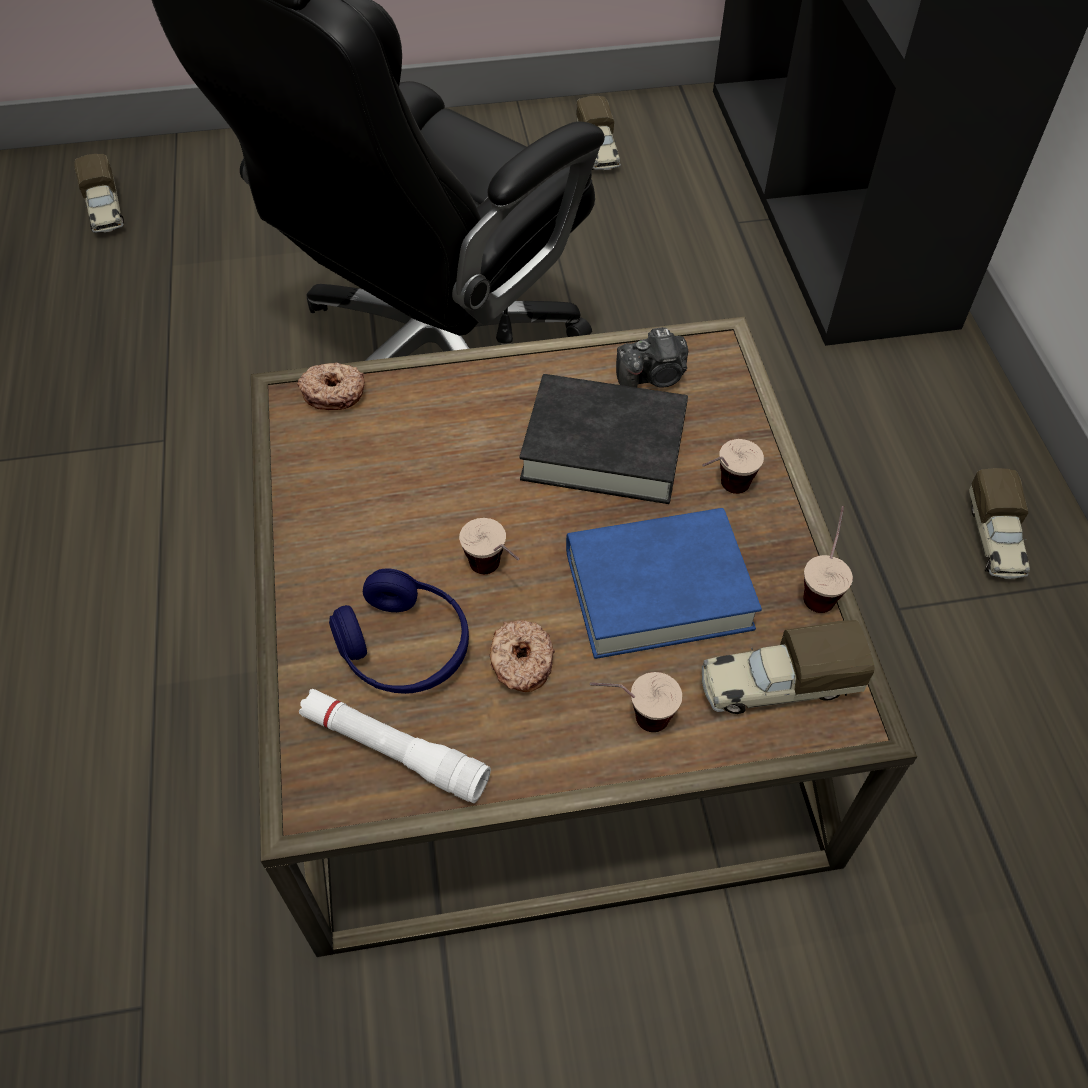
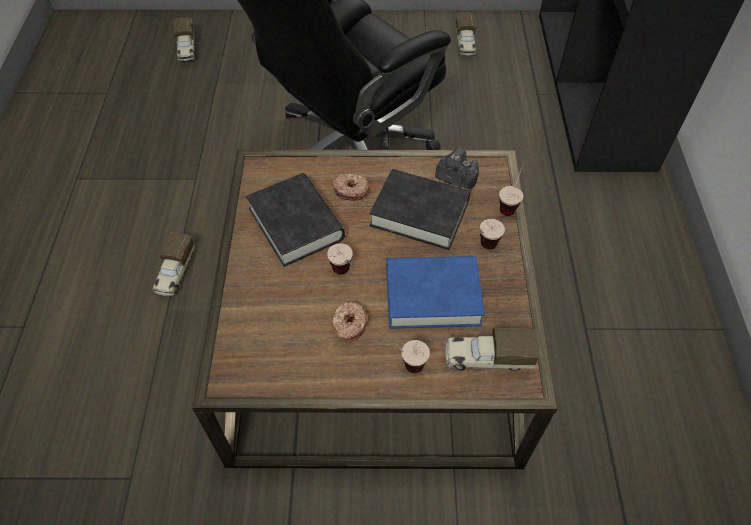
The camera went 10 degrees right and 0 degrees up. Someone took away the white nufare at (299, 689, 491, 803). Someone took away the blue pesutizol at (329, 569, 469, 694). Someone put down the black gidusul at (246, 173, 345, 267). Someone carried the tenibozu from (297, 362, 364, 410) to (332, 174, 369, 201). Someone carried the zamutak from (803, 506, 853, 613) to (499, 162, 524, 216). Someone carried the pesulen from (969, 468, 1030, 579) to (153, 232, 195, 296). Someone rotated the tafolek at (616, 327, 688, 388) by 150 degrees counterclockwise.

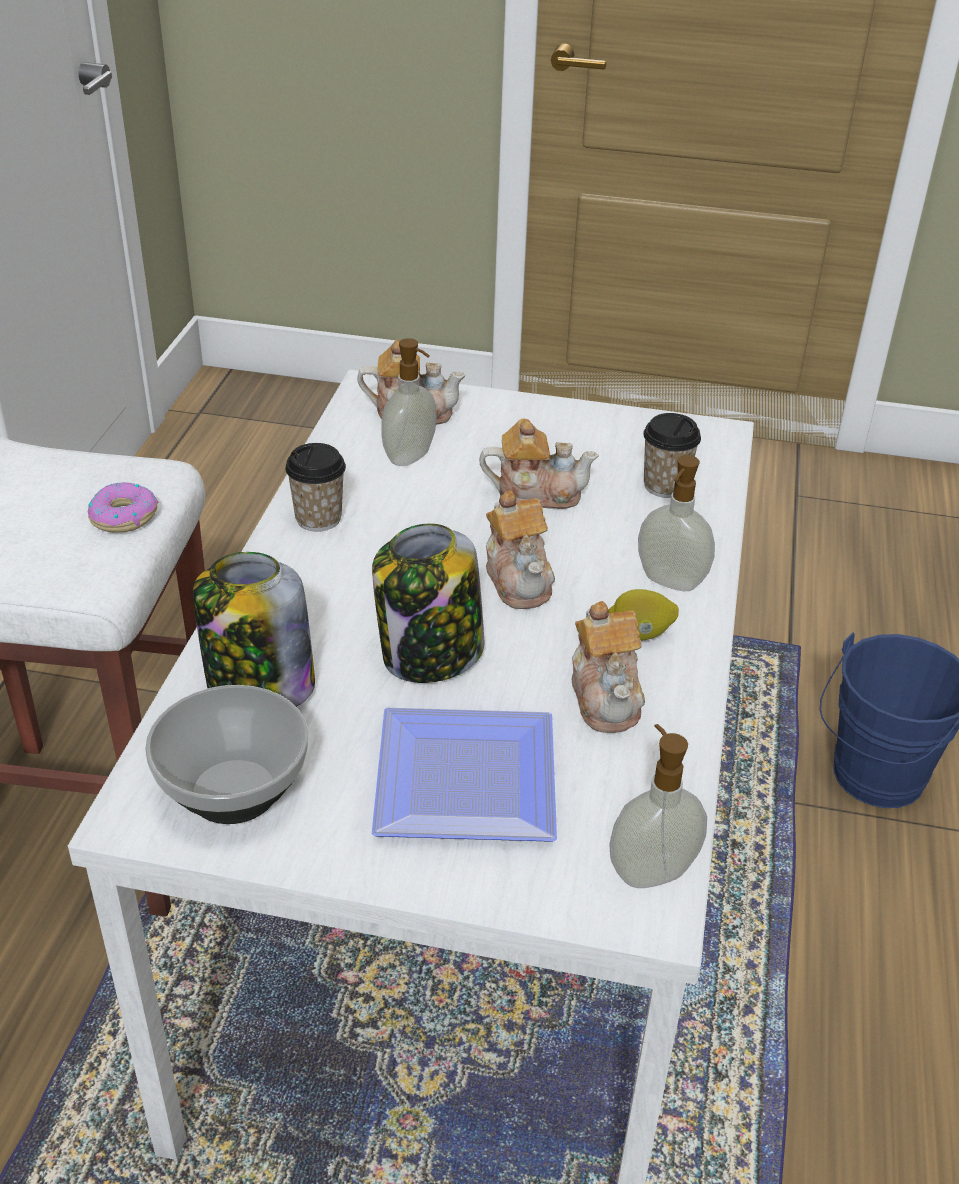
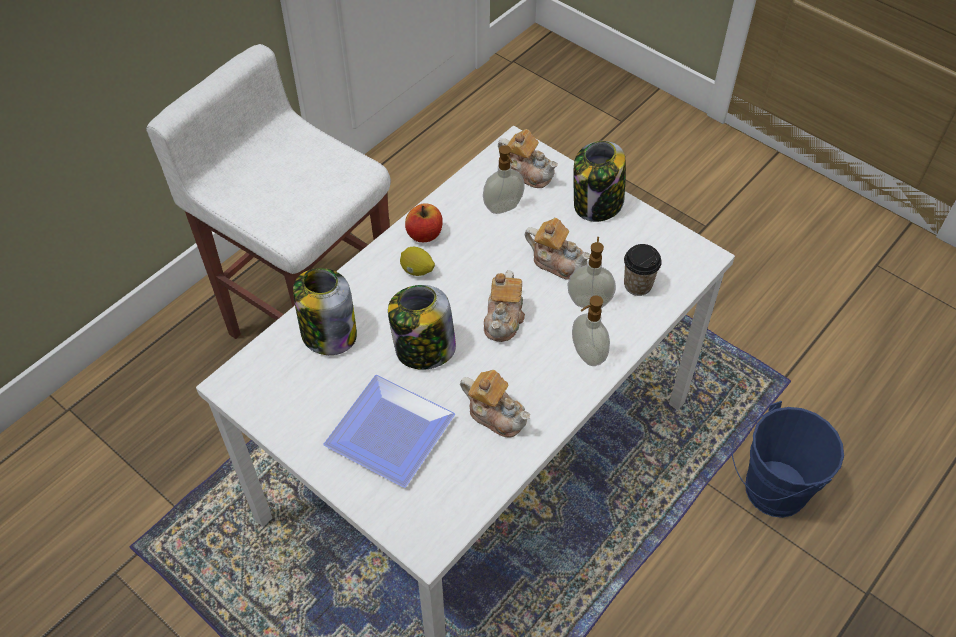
The camera went 30 degrees right and 15 degrees up. Someone took away the tenibozu at (88, 482, 158, 533). Someone took away the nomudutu at (145, 685, 308, 824). Someone put down the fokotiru at (574, 141, 626, 222). Someone carried the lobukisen from (609, 589, 679, 641) to (400, 247, 435, 276). Someone carried the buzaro from (609, 724, 707, 888) to (567, 237, 616, 309). Someone swapped the zamutak at (285, 443, 346, 532) for the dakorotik at (405, 203, 443, 242). Someone rotated the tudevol at (572, 601, 645, 733) by 75 degrees counterclockwise.

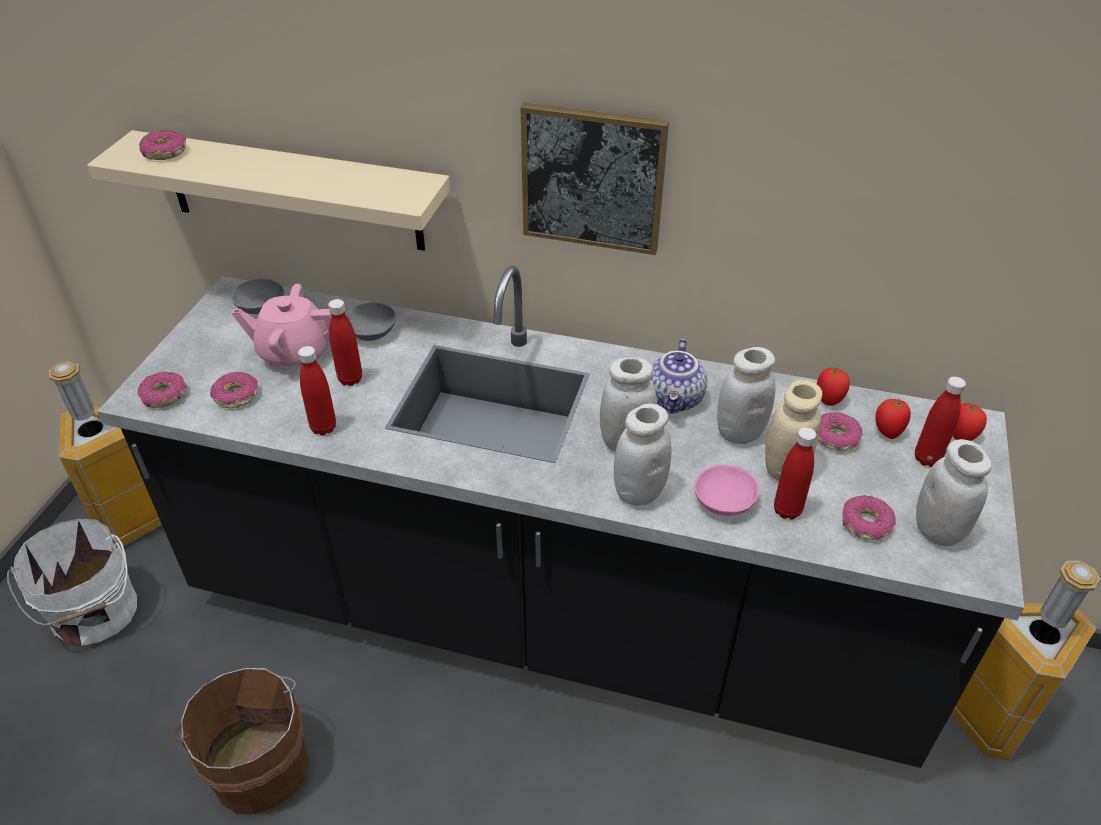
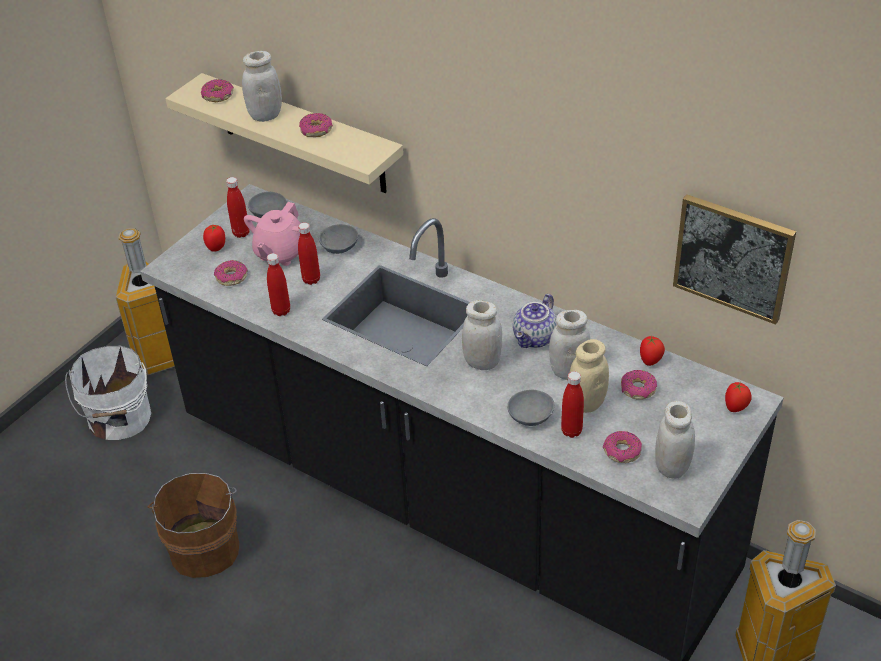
The camera went 20 degrees right and 0 degrees up. Someone carried the tenibozu from (138, 372, 186, 408) to (299, 113, 333, 137). Someone carried the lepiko from (520, 103, 669, 255) to (673, 194, 796, 325). Someone carried the white fokotiru from (614, 403, 672, 506) to (242, 51, 282, 122). Someone carried the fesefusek from (875, 399, 911, 439) to (203, 225, 225, 252). Someone carried the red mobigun from (915, 376, 966, 467) to (226, 177, 250, 238). Someone repainted the pink nomudutu at (694, 465, 759, 516), which became the grey nomudutu at (507, 390, 554, 426). Someone rotated the pink tudevol at (232, 284, 331, 367) by 90 degrees counterclockwise.

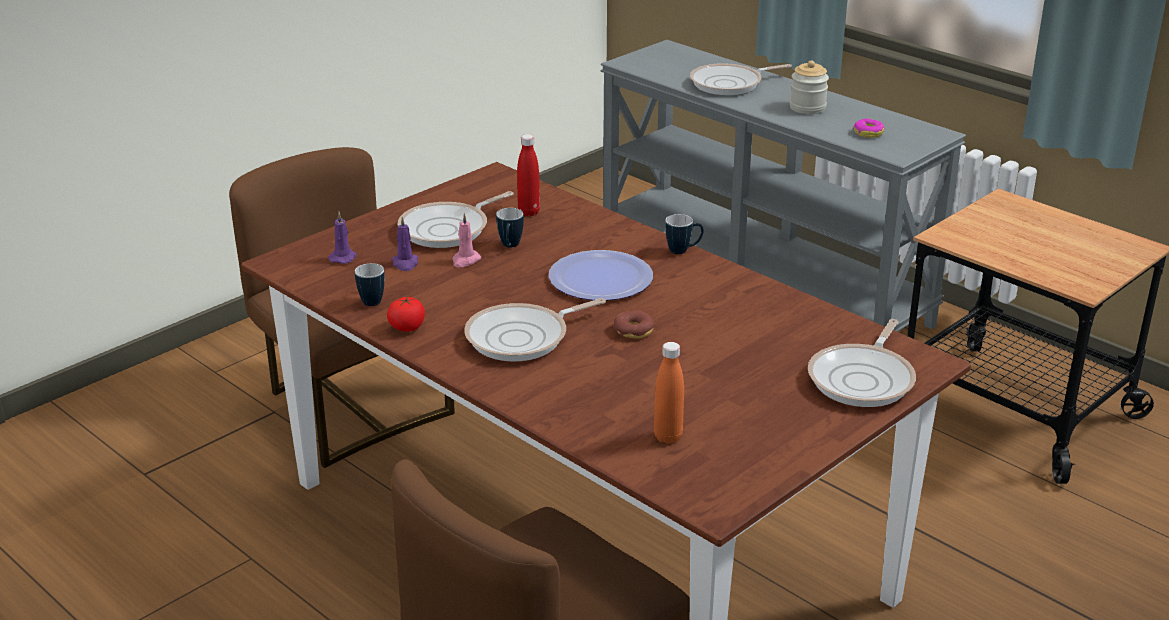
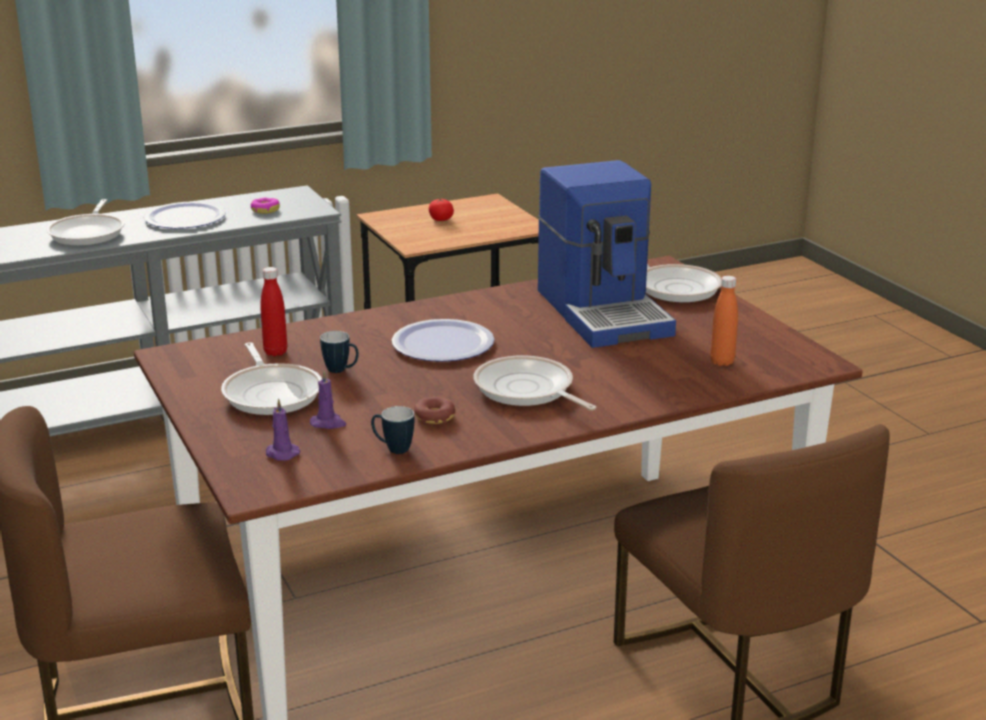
The camera went 70 degrees left and 5 degrees down. Someone took away the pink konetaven at (452, 213, 481, 267). Someone took away the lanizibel at (665, 214, 704, 254). Someone put down the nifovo at (538, 160, 676, 348). Someone carried the fesefusek from (387, 297, 425, 332) to (429, 199, 454, 221). Someone carried the tenibozu from (614, 311, 655, 339) to (414, 397, 456, 424). Someone swapped the fokotiru at (790, 60, 829, 114) for the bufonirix at (143, 202, 226, 229). Someone rotated the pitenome at (464, 298, 606, 361) by 150 degrees clockwise.

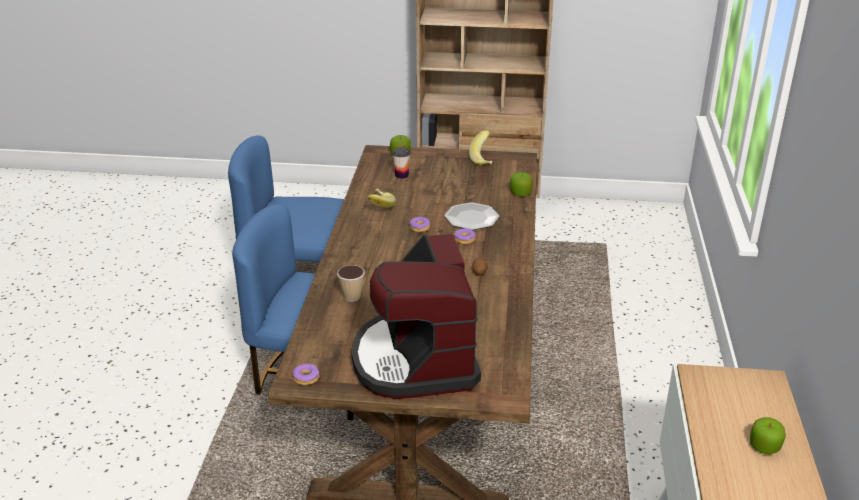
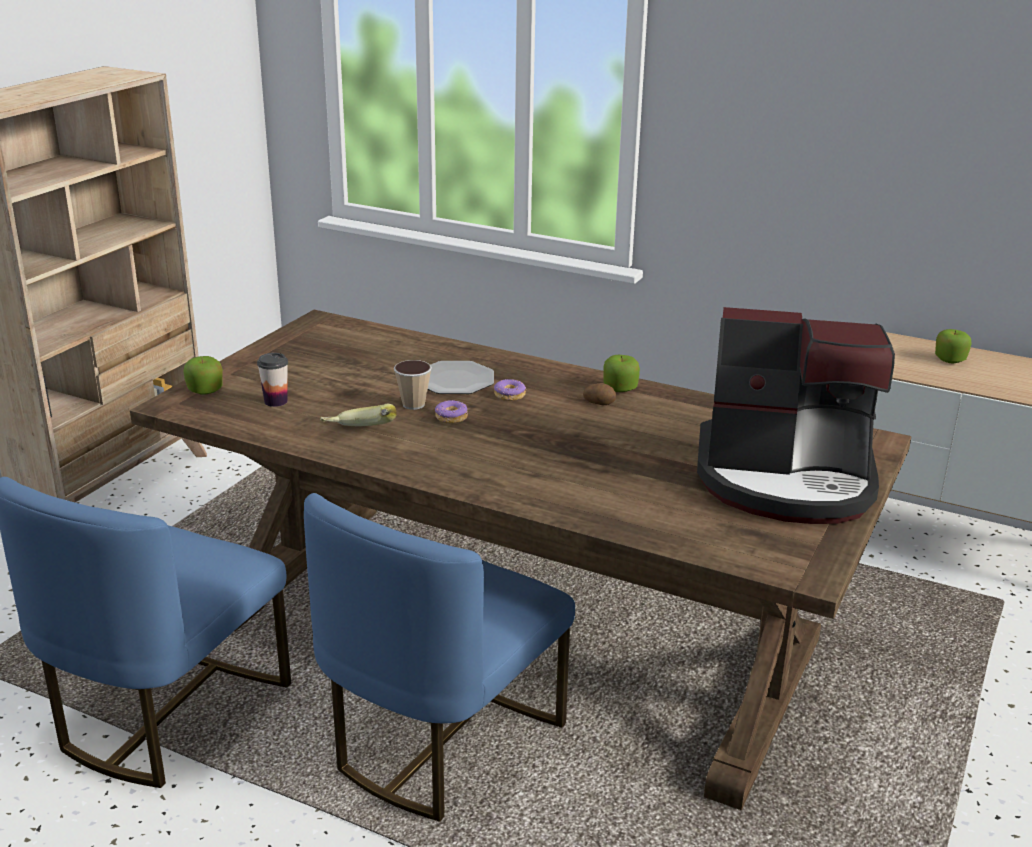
The camera went 70 degrees left and 5 degrees down. Someone took away the tenibozu at (293, 363, 319, 385). Someone took away the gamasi at (469, 130, 492, 166). Someone carried the zamutak from (337, 265, 365, 302) to (394, 360, 432, 410). Someone carried the dakorotik from (510, 172, 533, 196) to (603, 355, 640, 392).

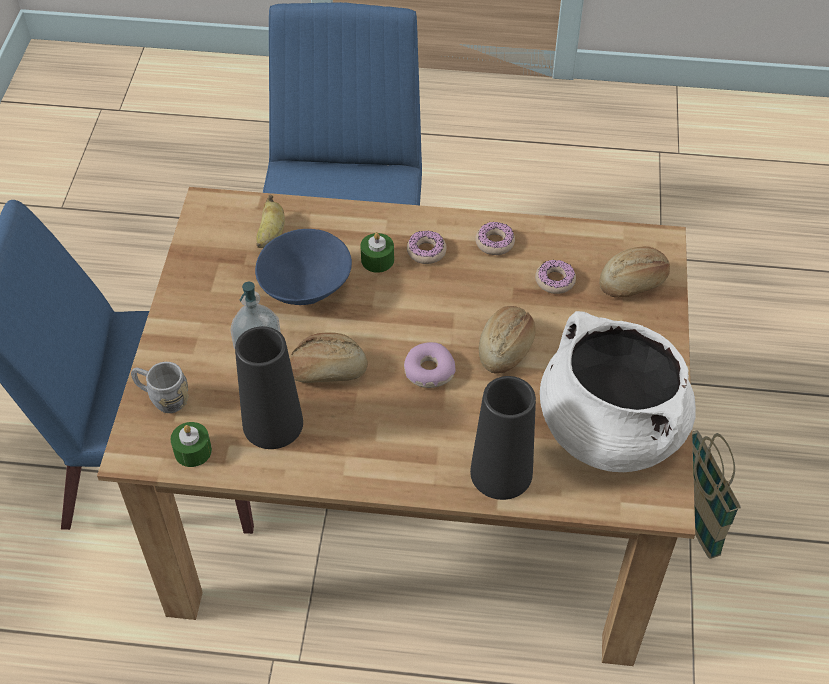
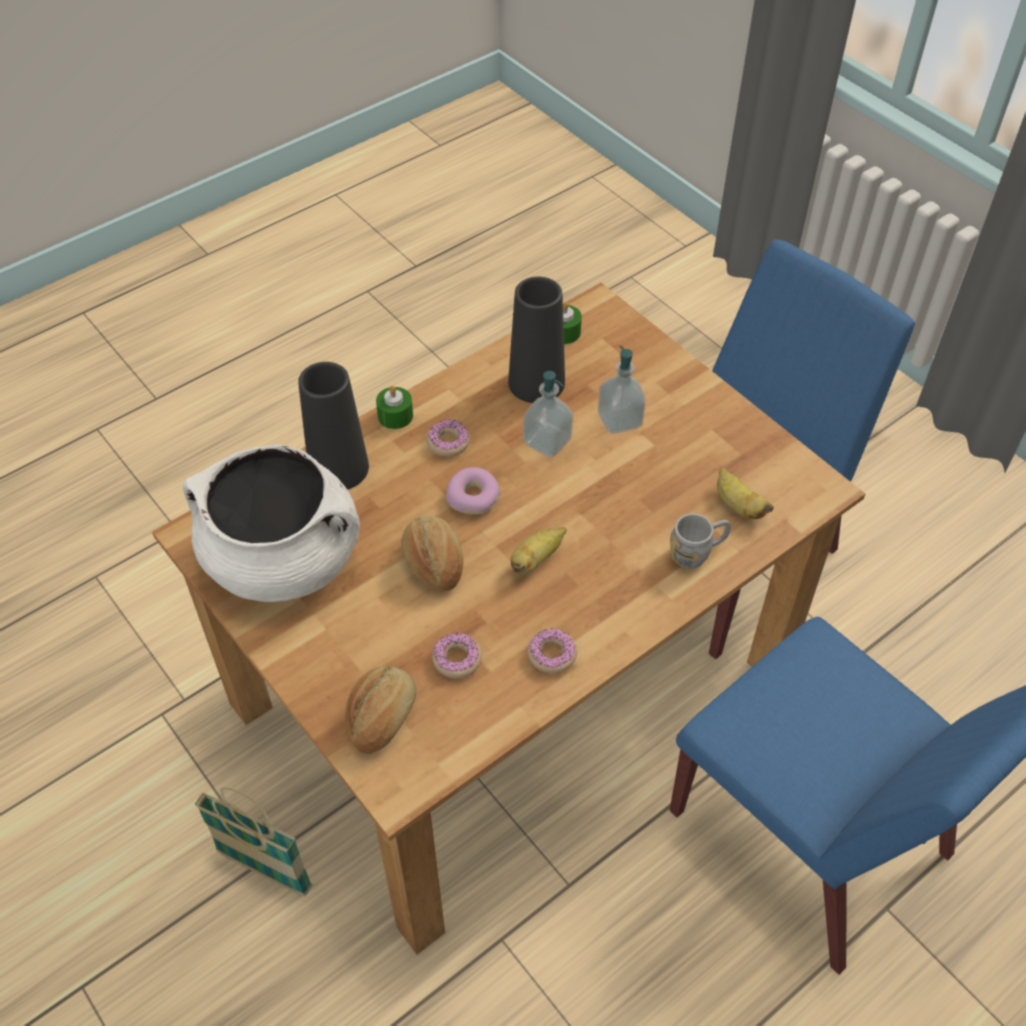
The camera went 135 degrees right and 0 degrees up. Someone took away the blue nomudutu at (255, 229, 352, 305). Someone put down the gamasi at (511, 527, 566, 575). Someone carried the grey lanizibel from (131, 362, 189, 413) to (670, 513, 731, 569). Someone carried the green konetaven from (360, 232, 394, 273) to (376, 386, 413, 429). Someone carried the tenibozu from (407, 230, 447, 264) to (426, 420, 470, 457). Someone swapped the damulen at (290, 332, 368, 383) for the buzaro at (523, 371, 573, 457).

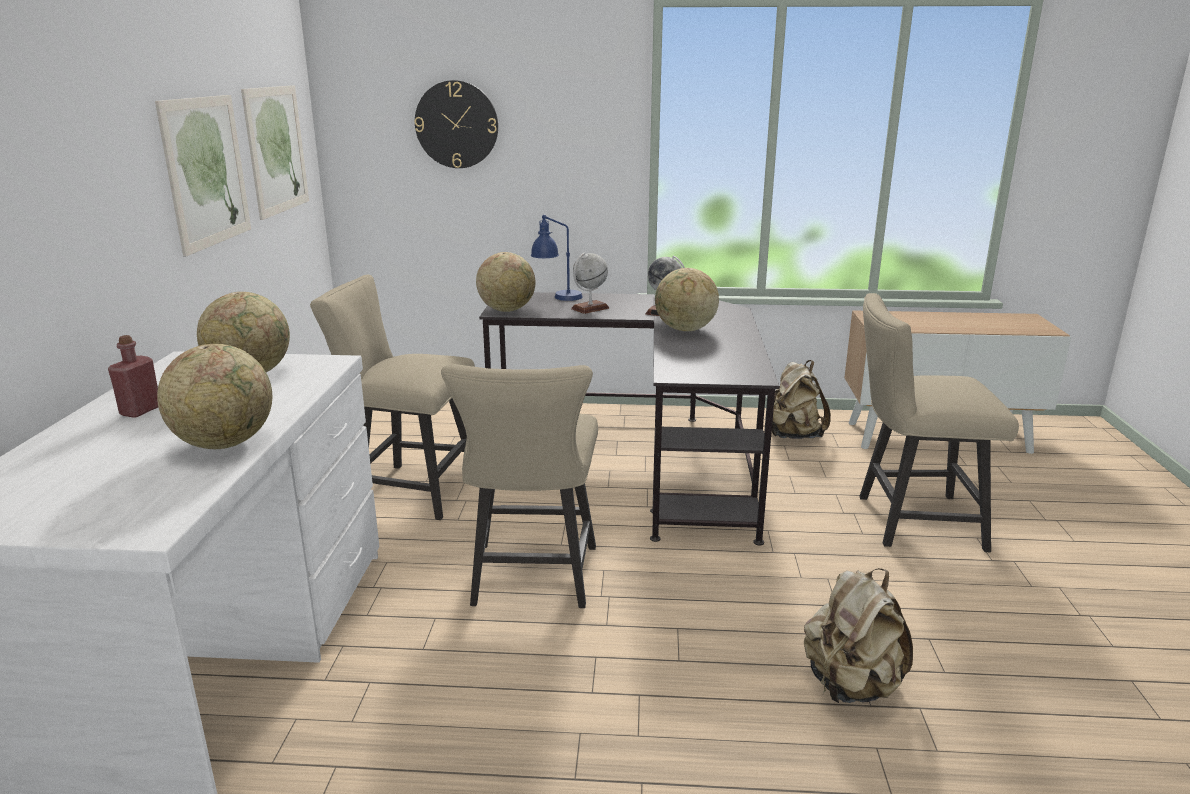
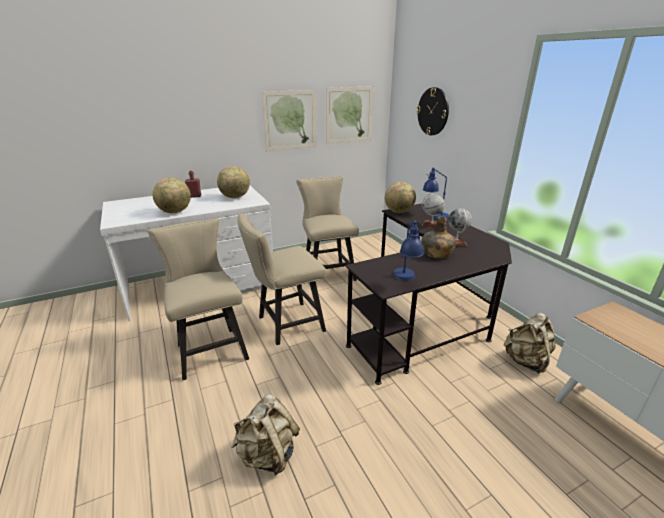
The camera went 60 degrees right and 5 degrees up. Someone put down the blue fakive at (393, 221, 424, 281). Someone carried the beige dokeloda from (859, 293, 1019, 552) to (147, 218, 249, 380). Someone swapped the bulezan at (655, 268, 719, 331) for the green mobigun at (421, 216, 456, 258).

